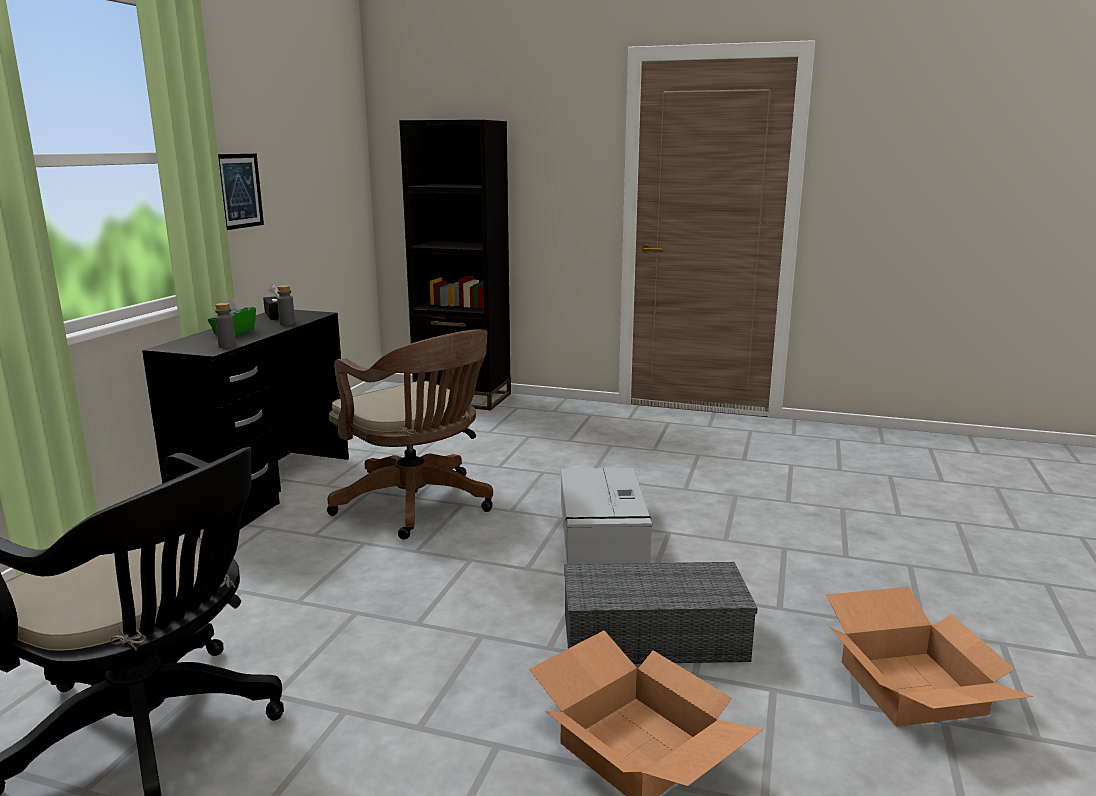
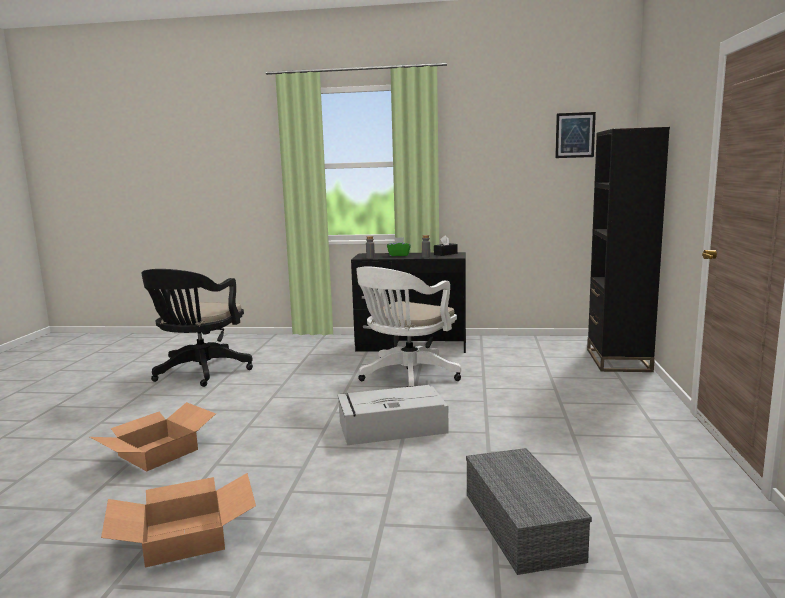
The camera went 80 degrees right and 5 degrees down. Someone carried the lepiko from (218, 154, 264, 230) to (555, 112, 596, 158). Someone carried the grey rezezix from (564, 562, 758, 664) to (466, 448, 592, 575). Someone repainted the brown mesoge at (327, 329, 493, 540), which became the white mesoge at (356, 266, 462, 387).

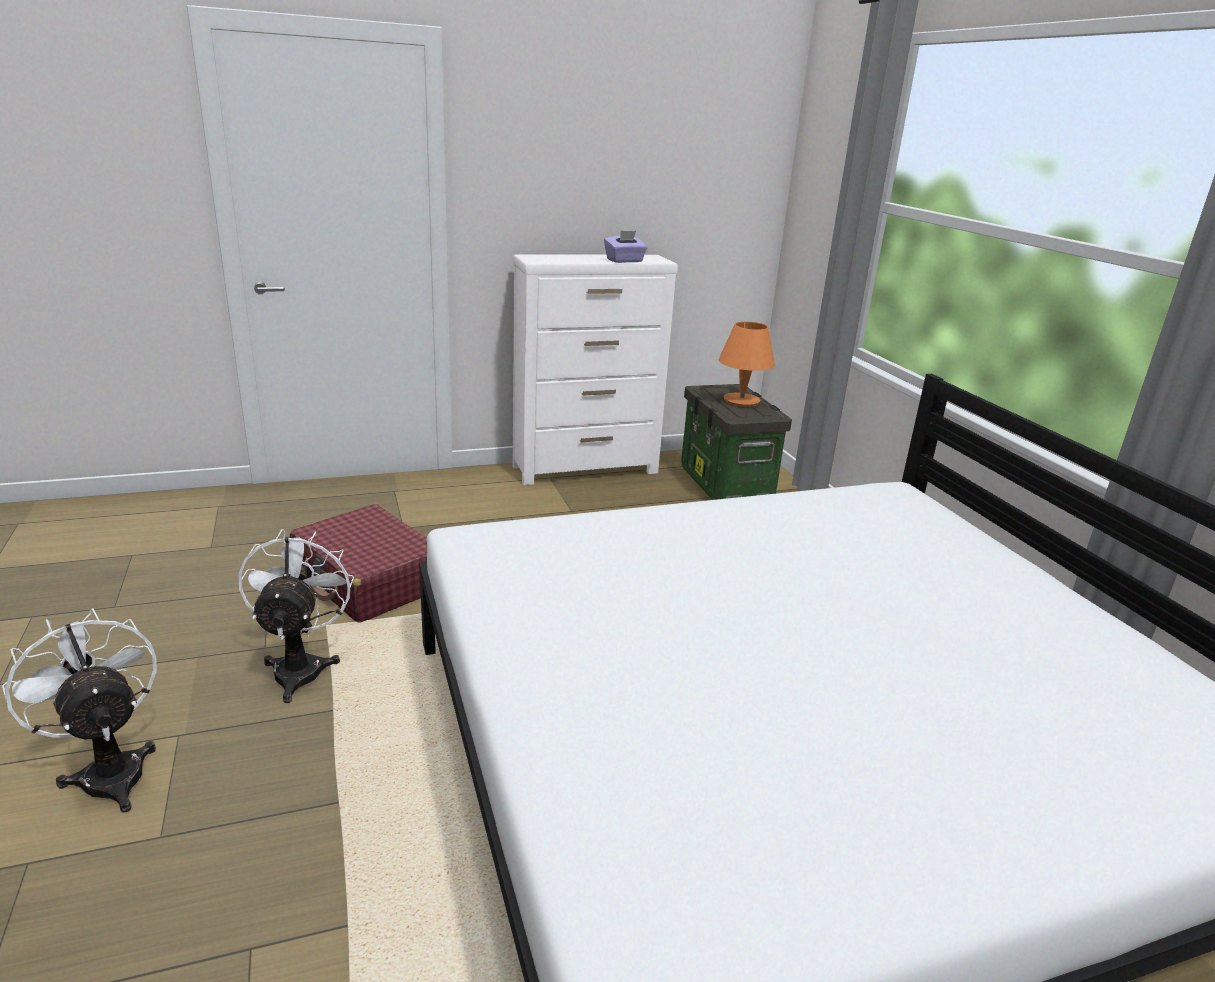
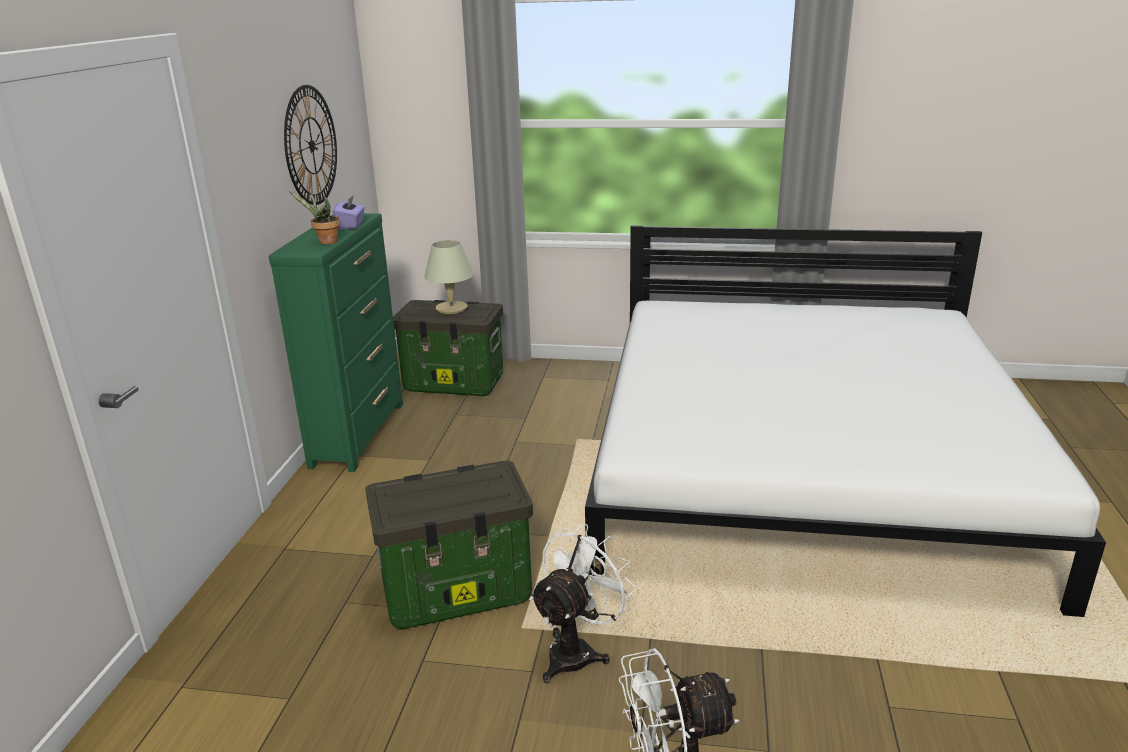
The camera went 60 degrees left and 0 degrees up. Someone put up the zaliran at (284, 85, 337, 205). Someone put down the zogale at (289, 191, 340, 244). Someone swapped the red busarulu at (290, 504, 427, 623) for the rezezix at (365, 460, 533, 629). Someone repainted the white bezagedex at (513, 255, 678, 485), which became the green bezagedex at (269, 213, 403, 472). Someone repainted the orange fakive at (719, 321, 775, 407), which became the beige fakive at (424, 240, 473, 314). Someone rotated the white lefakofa at (239, 529, 354, 703) by 105 degrees clockwise.

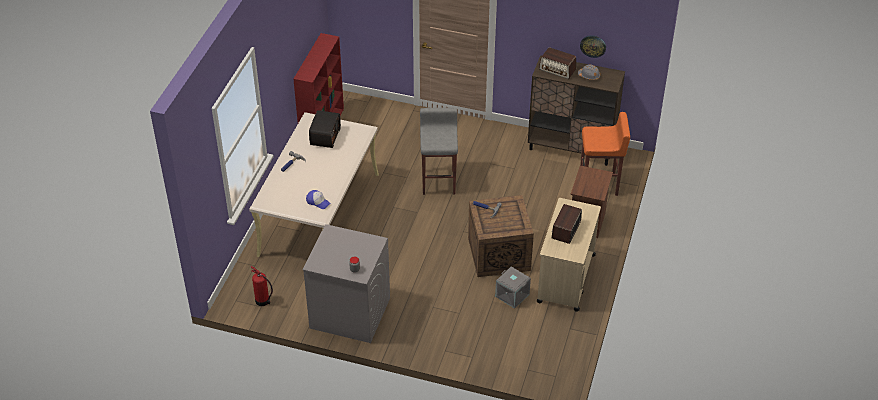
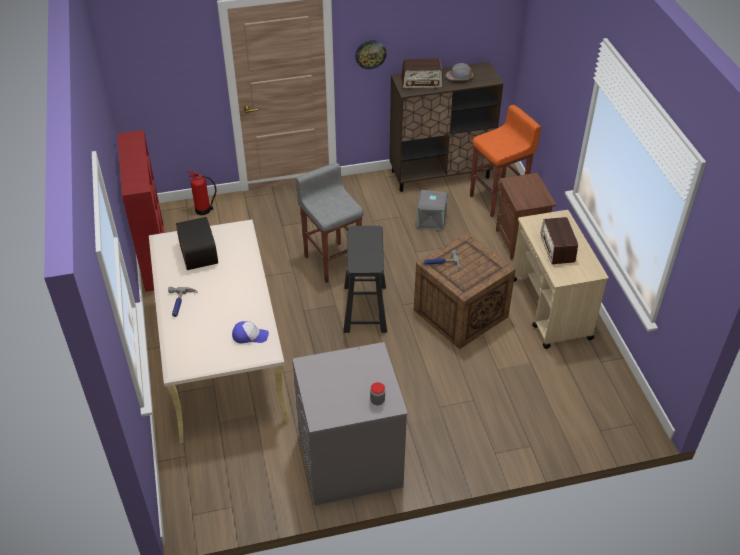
The camera went 30 degrees left and 0 degrees up. Someone put down the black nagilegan at (343, 226, 387, 333). Someone carried the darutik from (251, 266, 273, 306) to (186, 170, 216, 215). Someone carried the grey rezezix from (495, 266, 531, 309) to (416, 190, 448, 231). Someone carried the zaliran from (580, 35, 606, 58) to (355, 40, 387, 69).

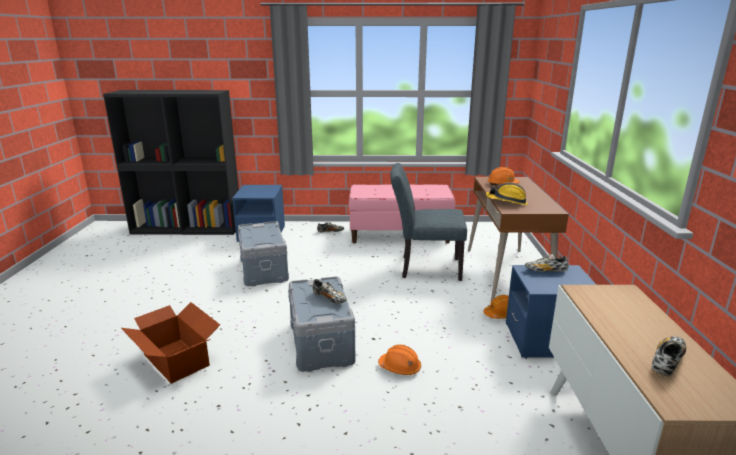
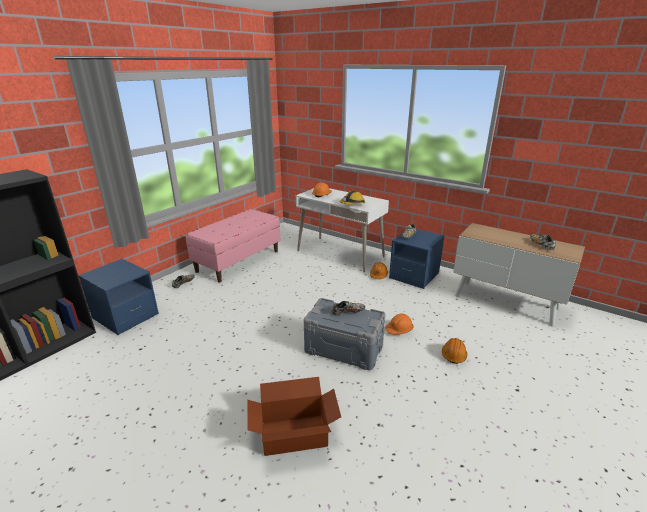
The camera went 55 degrees left and 5 degrees up. Someone took away the grey rezezix at (238, 221, 289, 287). Someone took away the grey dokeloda at (390, 163, 467, 281). Someone put down the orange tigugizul at (442, 338, 467, 364). Someone repainted the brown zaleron at (468, 177, 569, 302), which became the white zaleron at (296, 188, 389, 273).

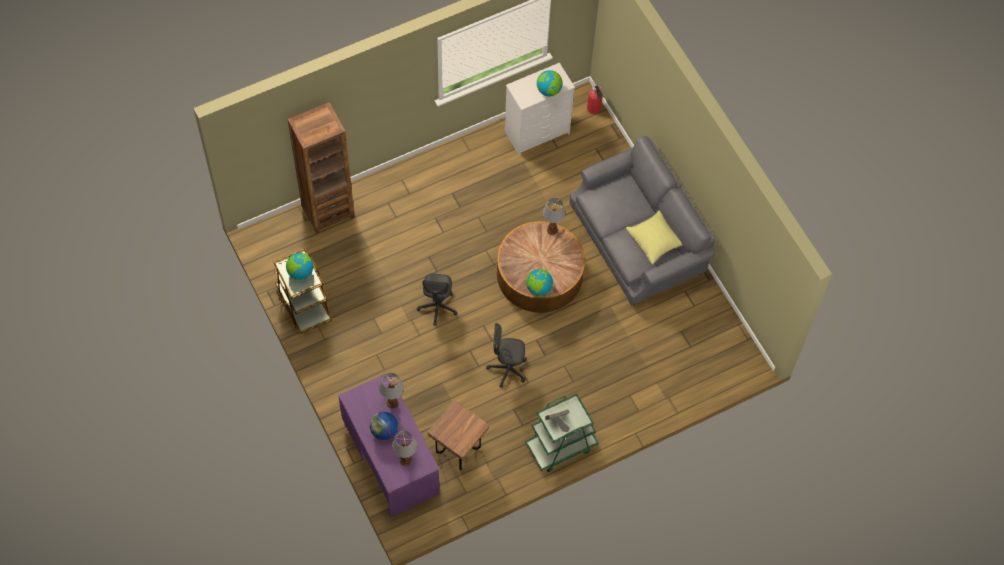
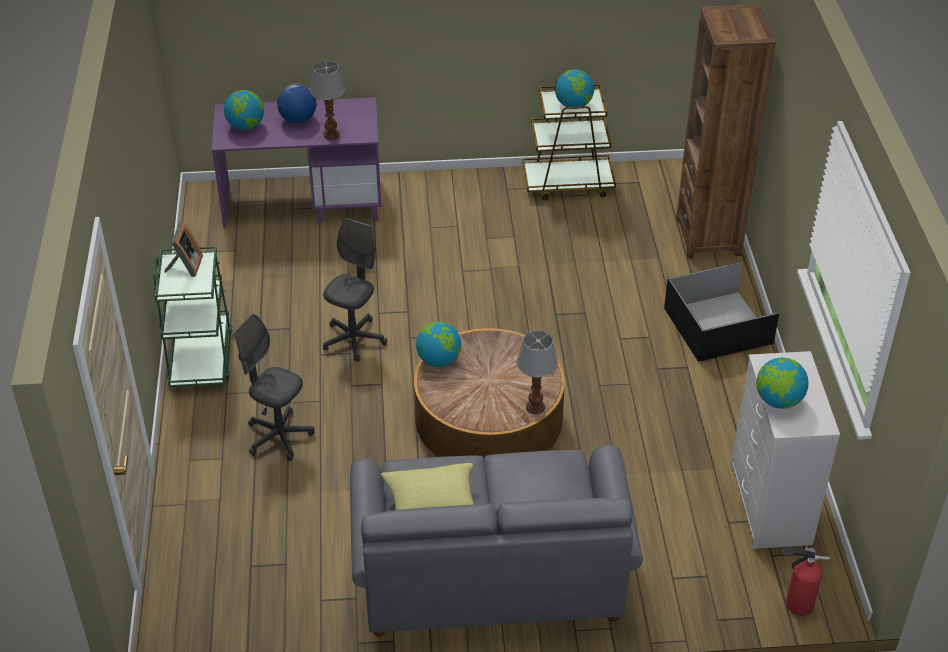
The camera went 115 degrees right and 20 degrees down. Someone took away the brown nagilegan at (428, 401, 489, 470). Someone put down the black rezezix at (664, 262, 779, 362). Someone carried the grey mesoge from (417, 273, 457, 325) to (234, 314, 315, 461). Someone swapped the fakive at (392, 430, 417, 466) for the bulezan at (224, 90, 264, 130).

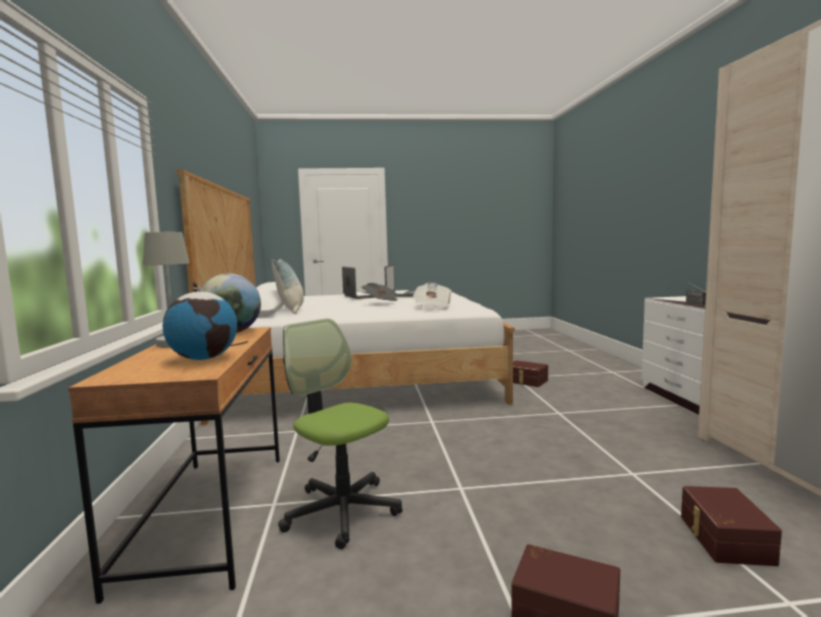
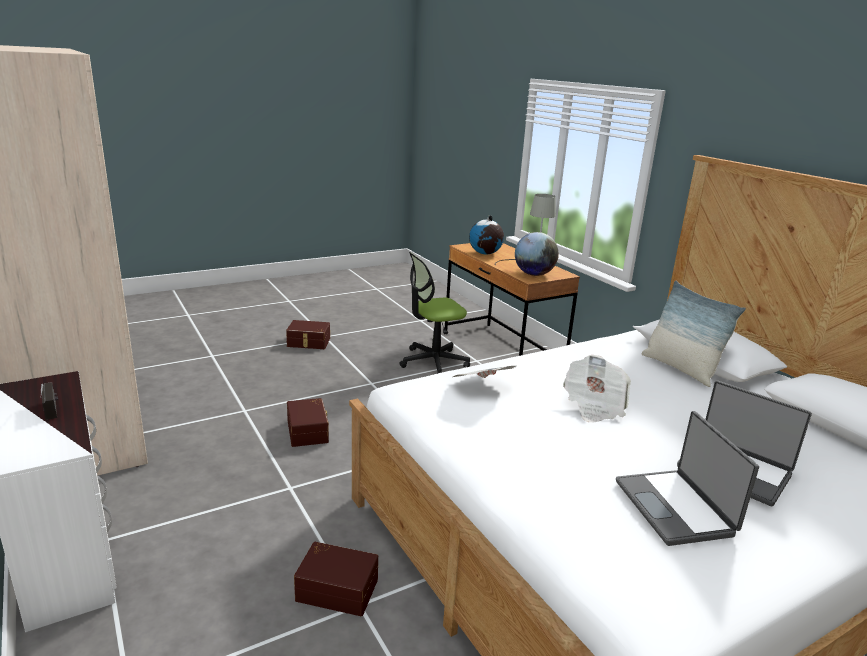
The camera went 155 degrees right and 15 degrees up. Someone carried the brown rezezix from (681, 486, 782, 566) to (287, 398, 329, 447). Someone rotated the mesoge at (278, 318, 402, 549) by 135 degrees clockwise.

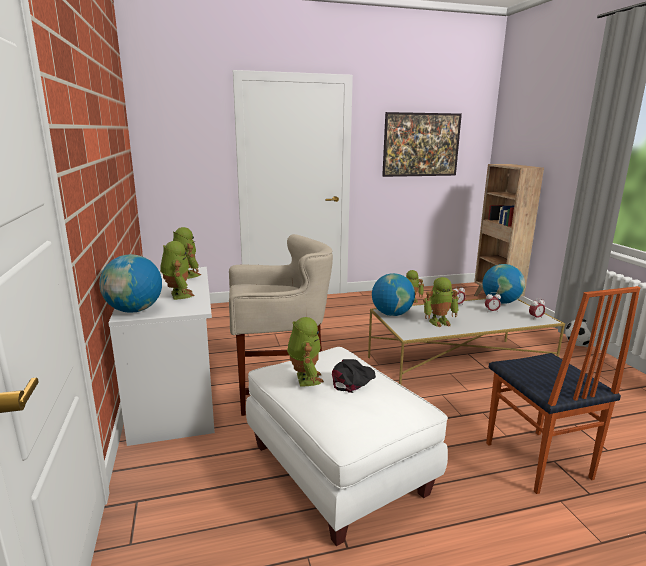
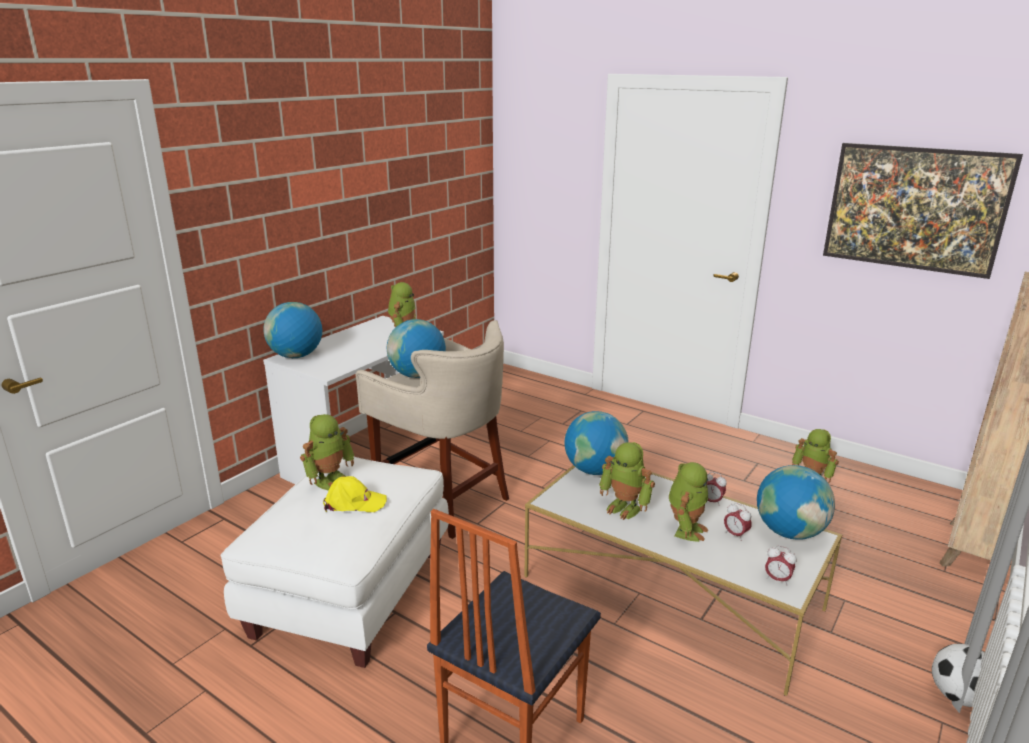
The camera went 50 degrees right and 5 degrees up. Someone put down the bulezan at (386, 319, 446, 378). Someone carried the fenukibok from (160, 241, 194, 300) to (669, 462, 709, 542). Someone repainted the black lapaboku at (332, 359, 376, 393), which became the yellow lapaboku at (323, 476, 387, 512).

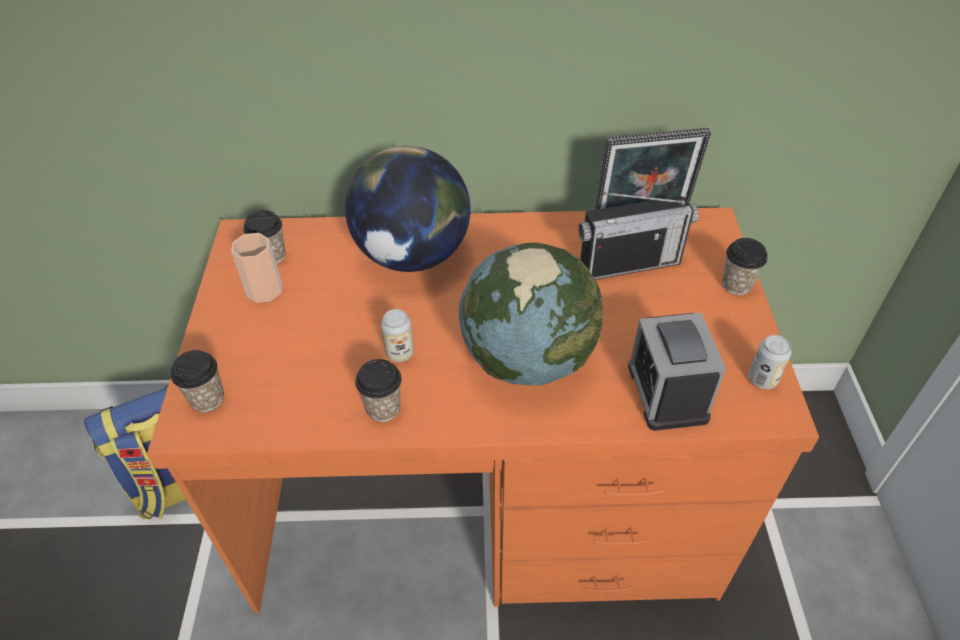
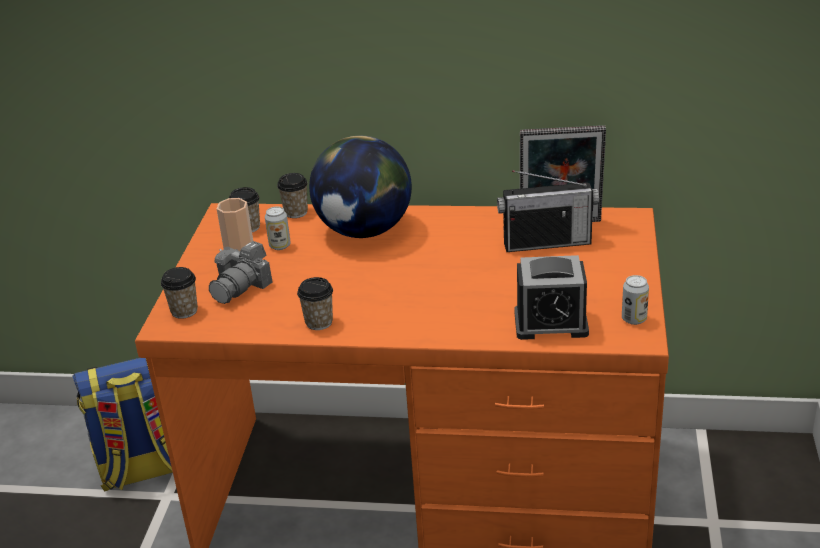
The camera went 10 degrees right and 15 degrees down. Someone took away the bulezan at (459, 242, 603, 386). Someone put down the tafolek at (209, 241, 272, 304). Someone carried the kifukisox from (381, 309, 414, 362) to (265, 206, 291, 250). Someone carried the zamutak from (722, 238, 767, 295) to (277, 173, 308, 218). Someone rotated the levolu at (628, 313, 726, 431) by 90 degrees counterclockwise.

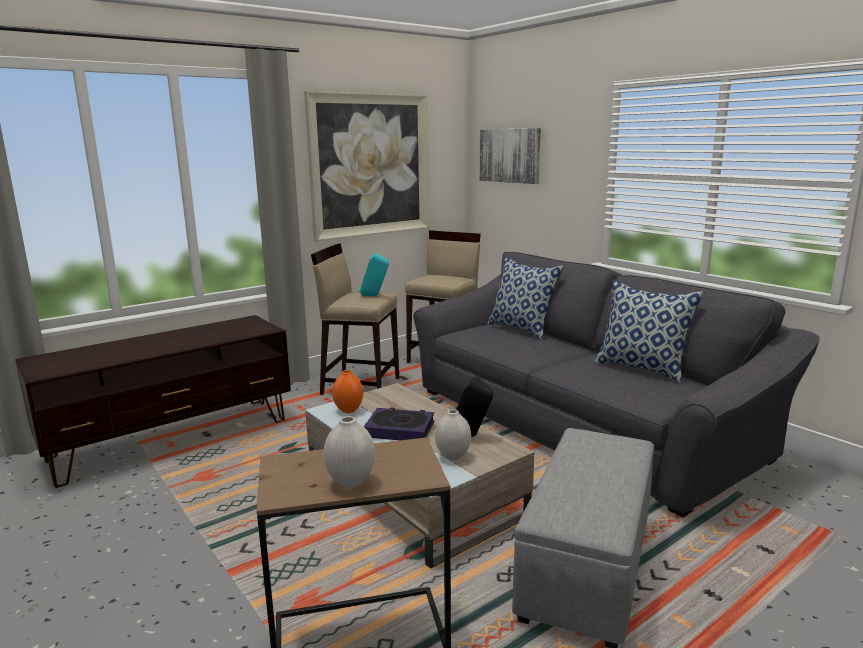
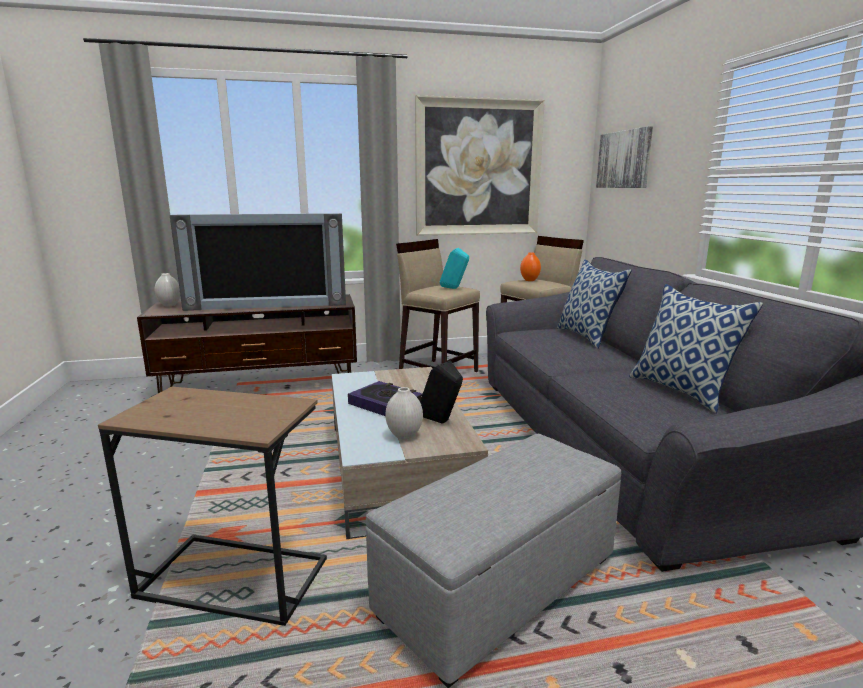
The camera went 25 degrees right and 0 degrees up. Someone put down the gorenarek at (170, 213, 346, 311). Someone carried the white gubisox from (324, 416, 375, 488) to (154, 273, 180, 307). Someone carried the orange gubisox from (332, 370, 363, 413) to (520, 252, 541, 281).

